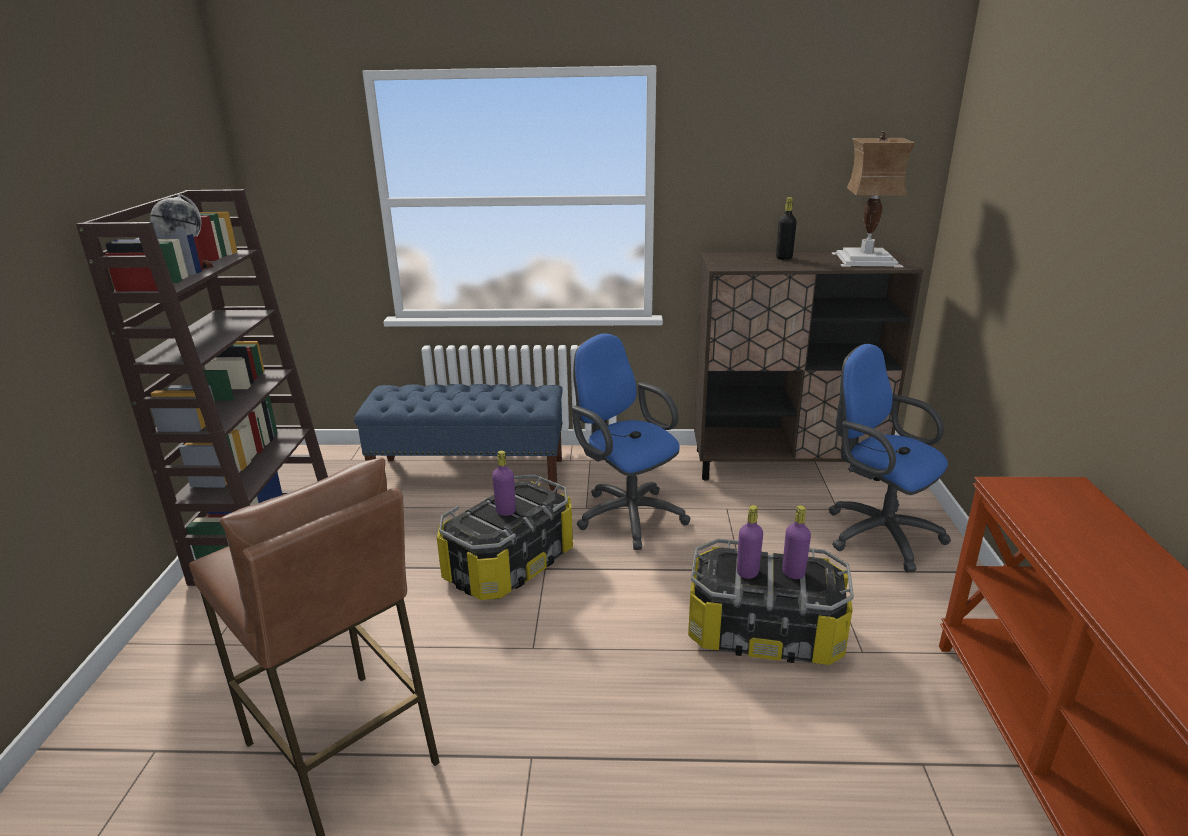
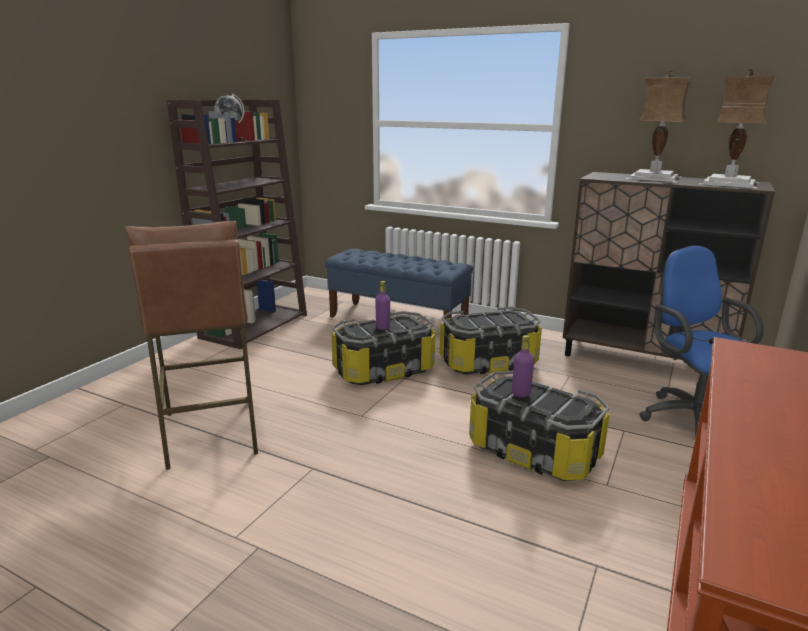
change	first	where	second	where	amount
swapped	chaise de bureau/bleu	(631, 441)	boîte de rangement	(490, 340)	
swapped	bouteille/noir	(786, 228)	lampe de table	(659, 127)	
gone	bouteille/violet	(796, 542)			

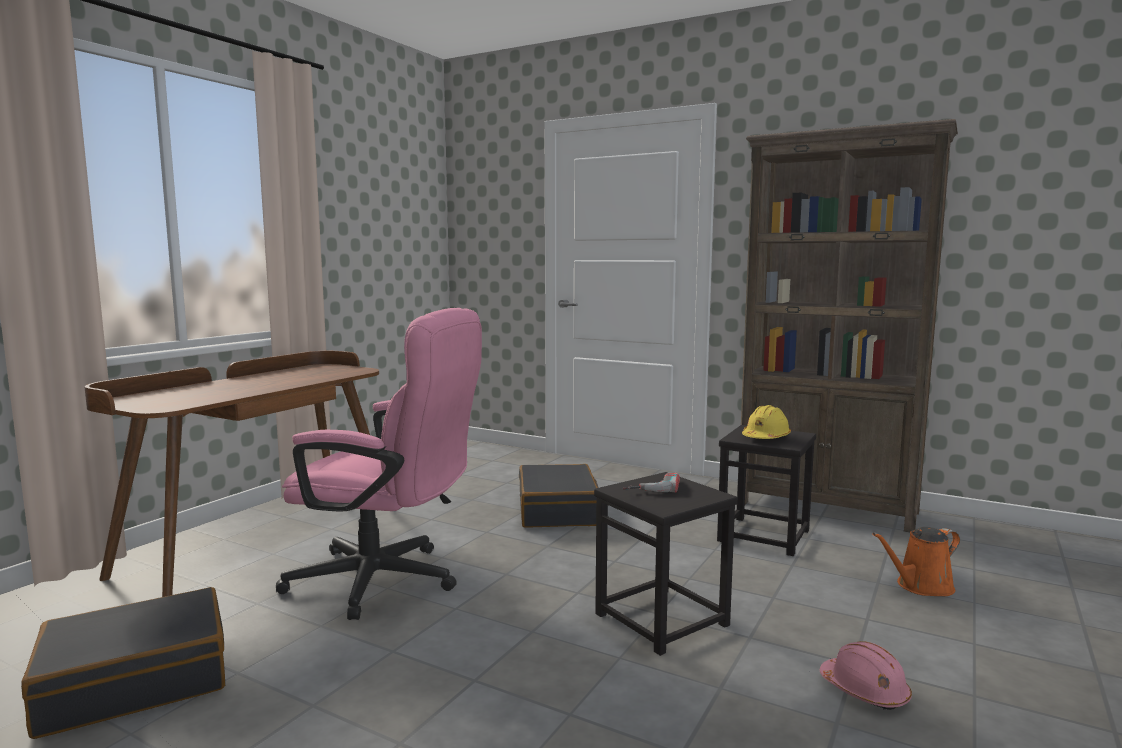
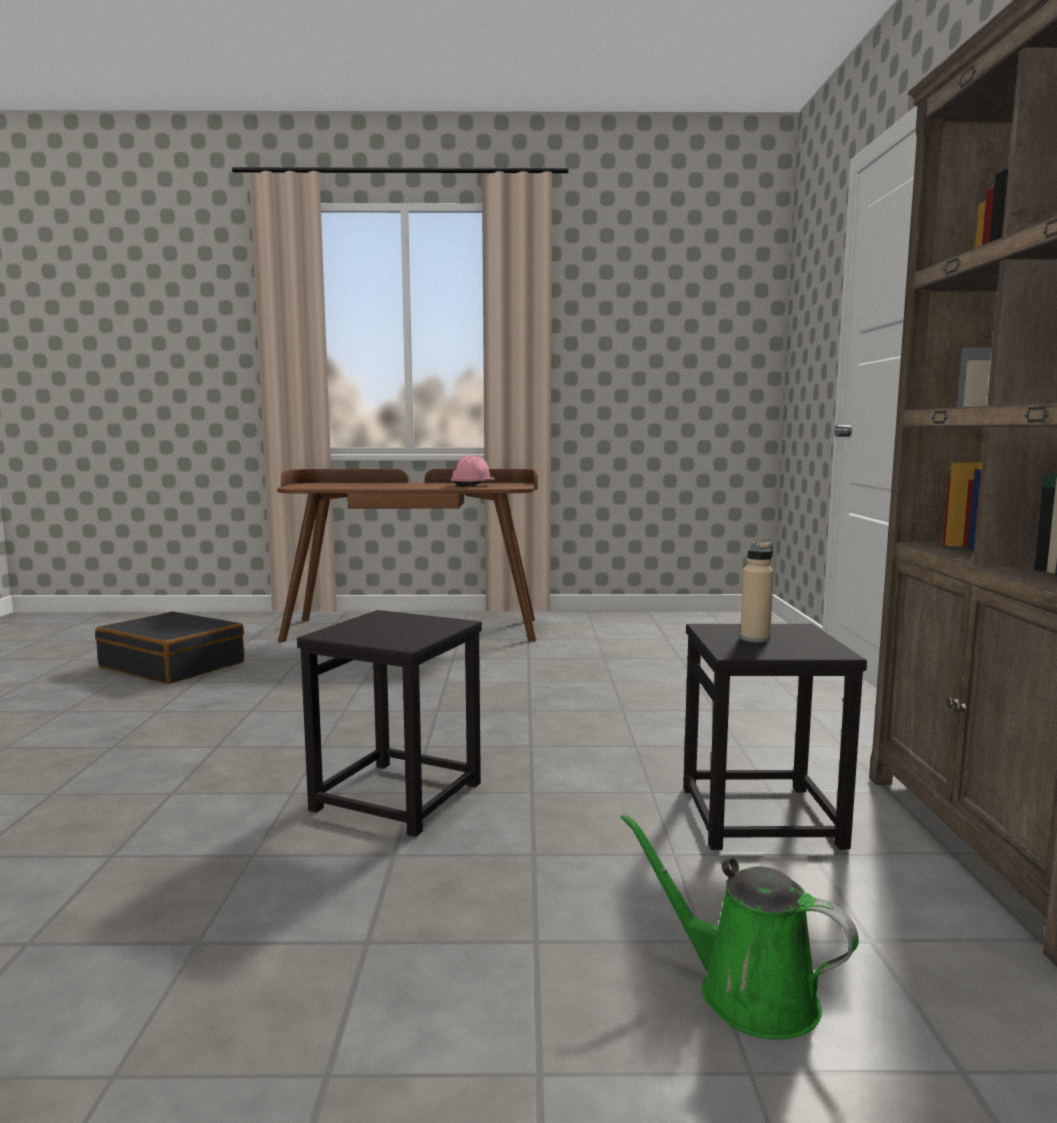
change	first	where	second	where	amount
shifted	casque de chantier/rose	(866, 675)		(472, 471)	
repainted	arrosoir/orange	(916, 561)	arrosoir/vert	(739, 926)	
swapped	casque de chantier/jaune	(766, 422)	bouteille/beige	(757, 592)	
gone	chaise de bureau/rose	(379, 464)			
gone	valise/noir	(559, 496)			
gone	perceuse	(651, 482)			

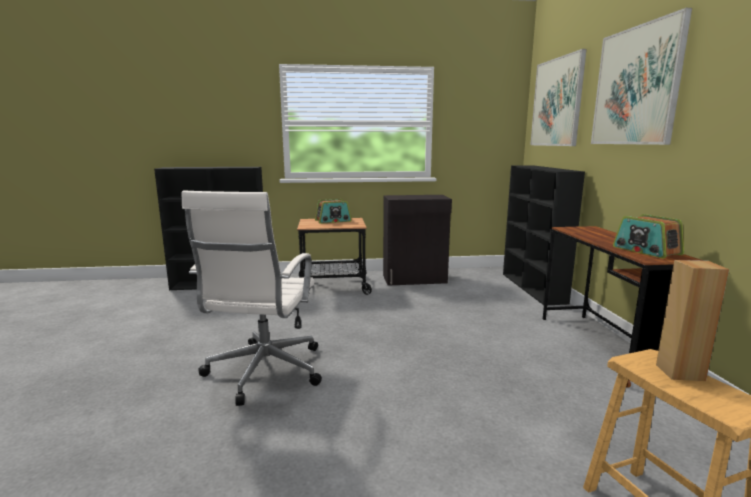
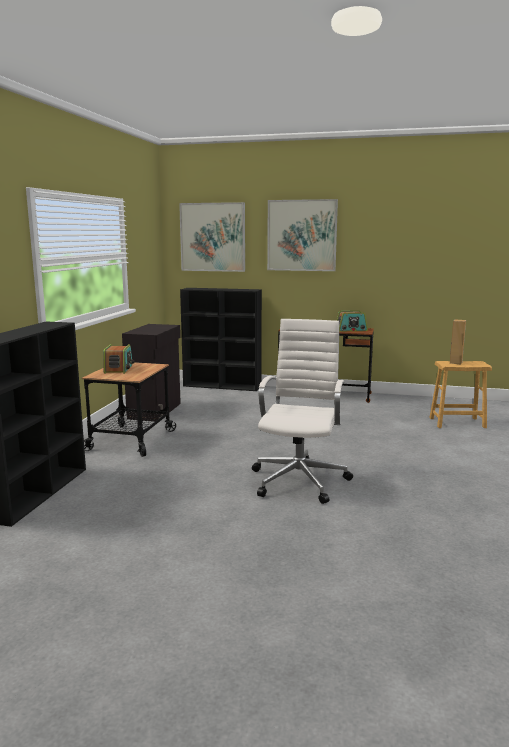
change	first	where	second	where	amount
rotated	chaise de bureau/blanc	(251, 298)		(302, 411)	105 degrees counterclockwise

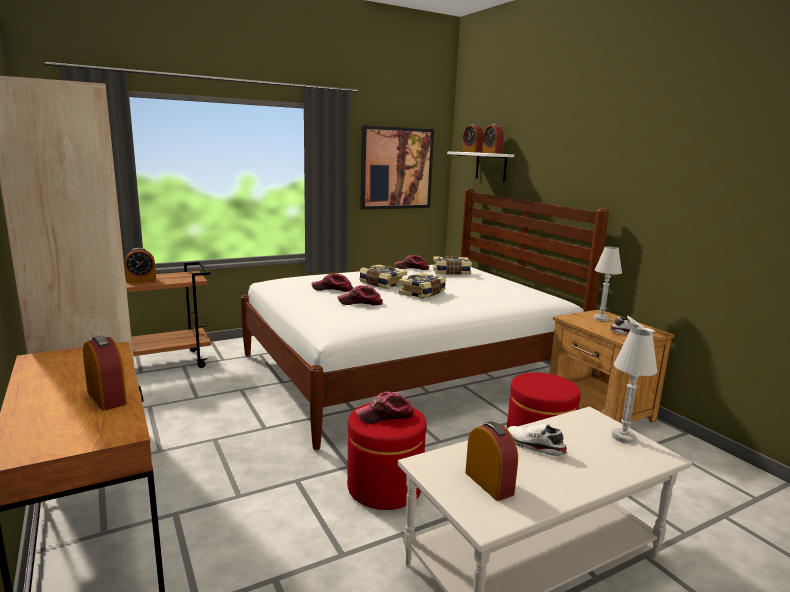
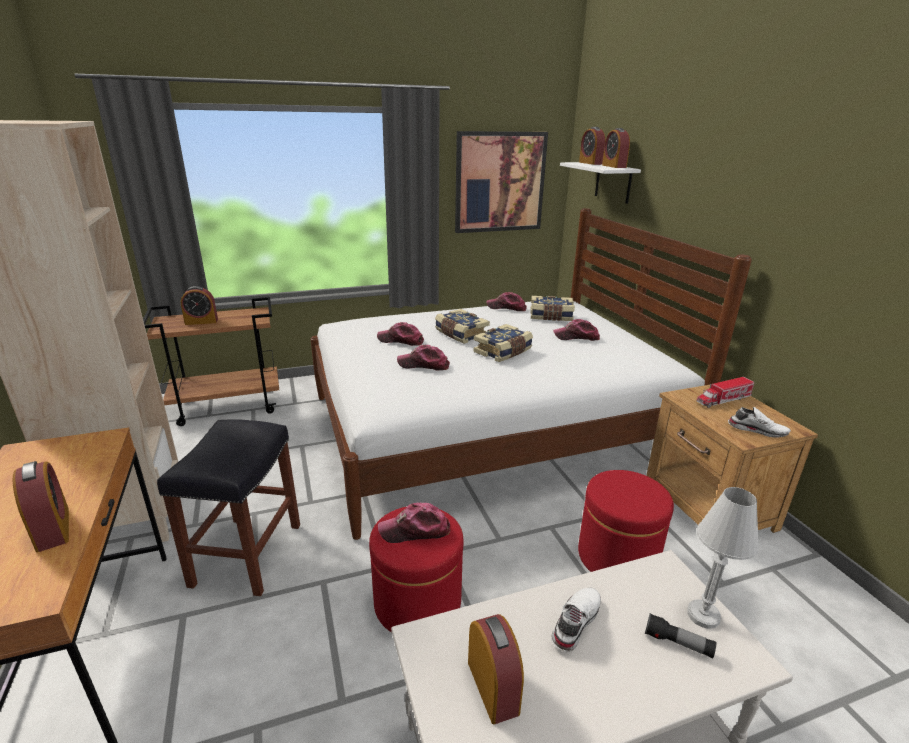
change	first	where	second	where	amount
new			tabouret/noir	(228, 507)	
rotated	chaussure/blanc	(537, 440)		(576, 620)	75 degrees clockwise
new			casquette	(576, 330)	
new			lampe de poche	(680, 635)	
swapped	lampe de table/blanc	(608, 284)	camion jouet	(725, 392)	

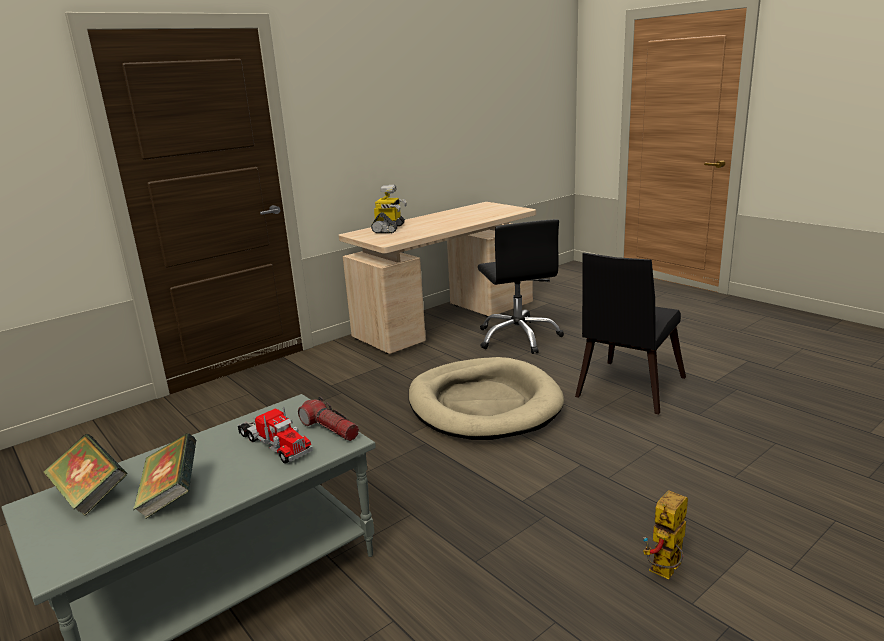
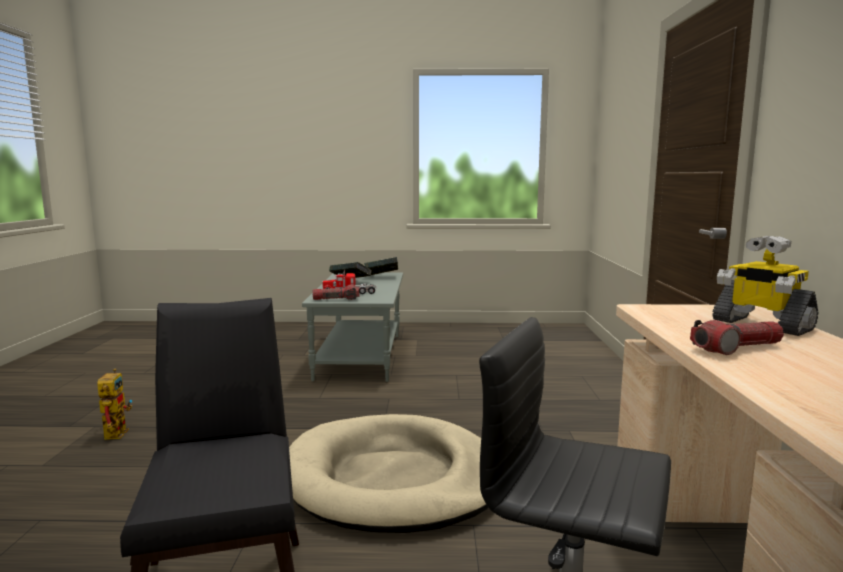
change	first	where	second	where	amount
new			lampe de poche	(737, 337)	

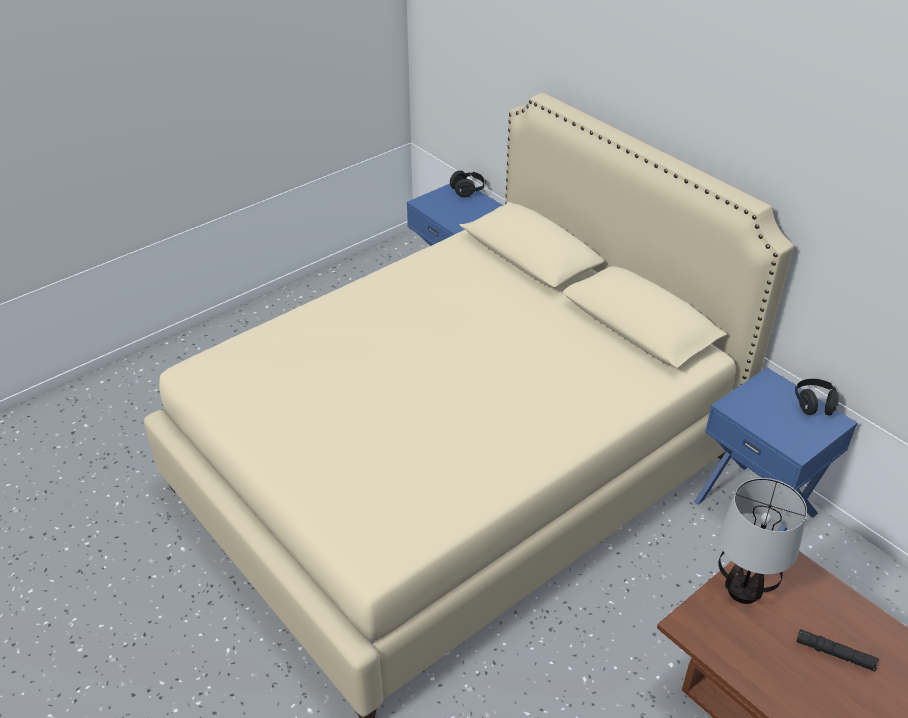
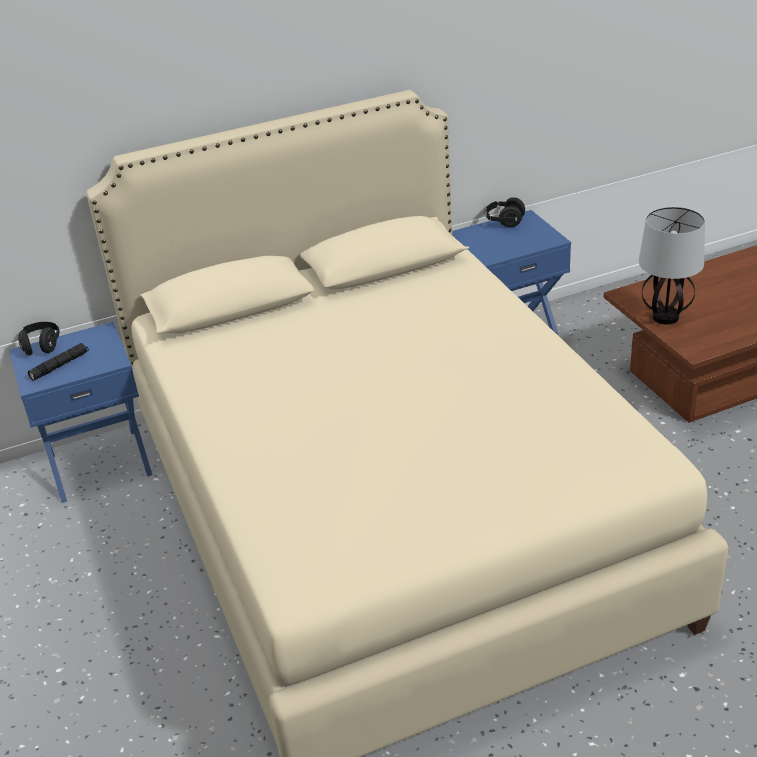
change	first	where	second	where	amount
shifted	lampe de poche/noir	(838, 650)		(58, 362)	

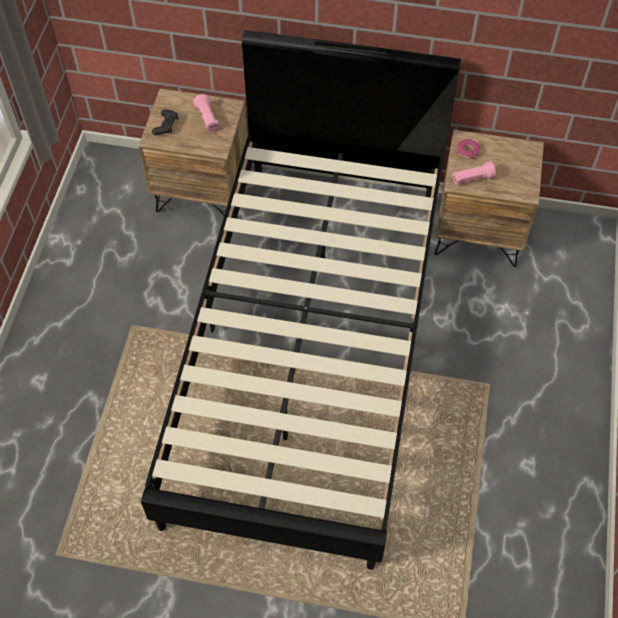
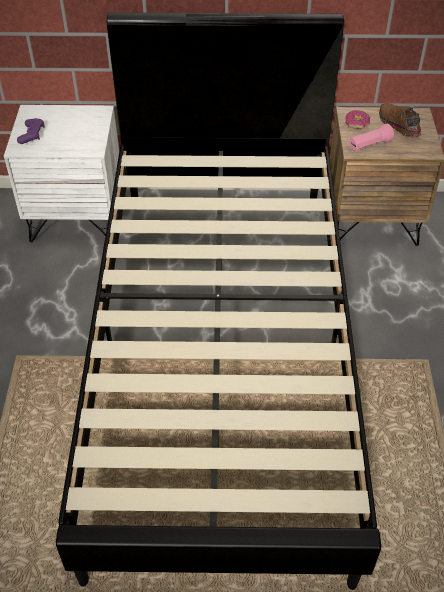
change	first	where	second	where	amount
repainted	table de chevet/marron	(193, 152)	table de chevet/blanc	(61, 173)	
repainted	manette/noir	(165, 122)	manette/violet	(31, 131)	
new			chaussure/marron	(400, 120)	
gone	lampe de poche/rose	(206, 112)			

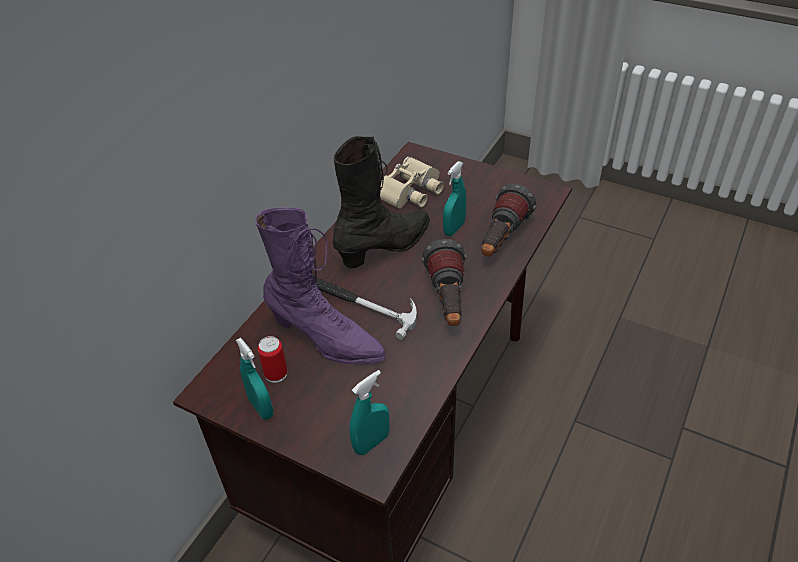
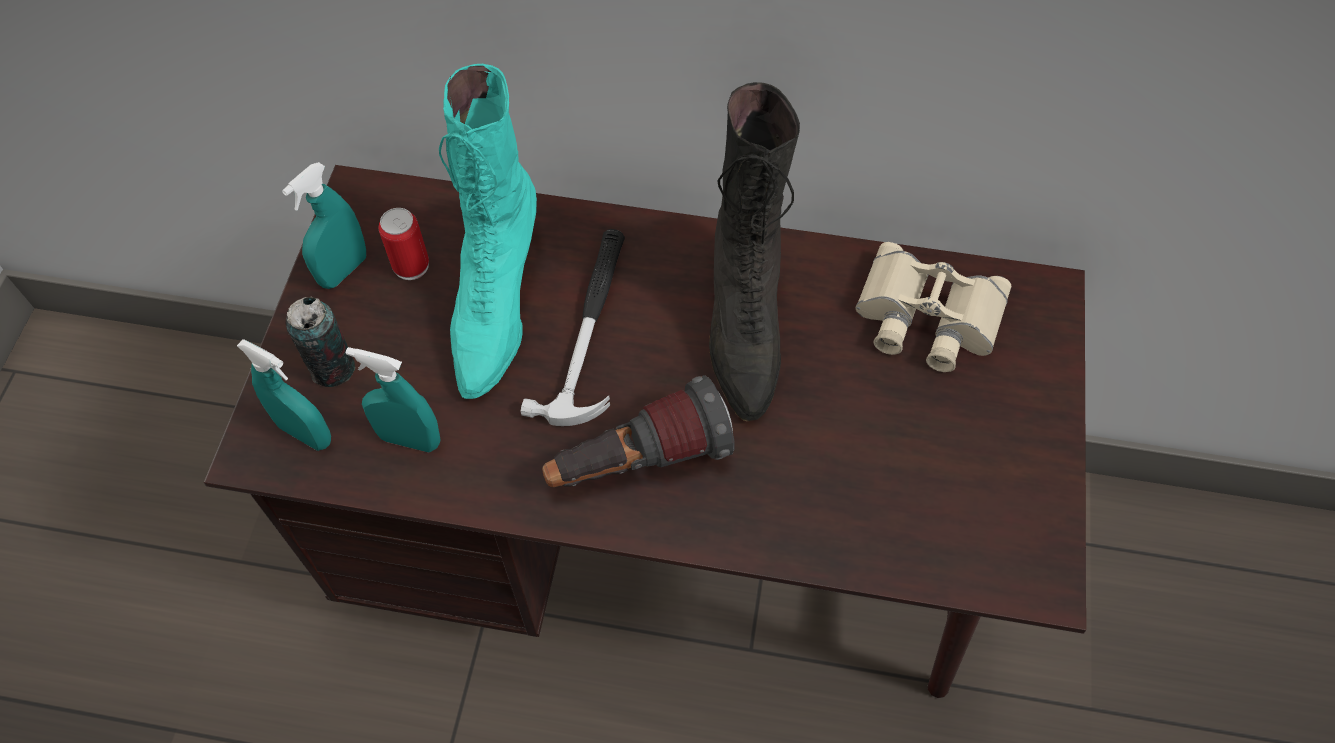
change	first	where	second	where	amount
new			boîte métallique	(320, 342)	
shifted	vaporisateur/turquoise	(454, 198)		(393, 400)	
repainted	botte/violet	(320, 285)	botte/turquoise	(488, 231)	
rotated	botte/noir	(381, 202)		(754, 251)	60 degrees clockwise
gone	lampe de poche	(508, 220)			

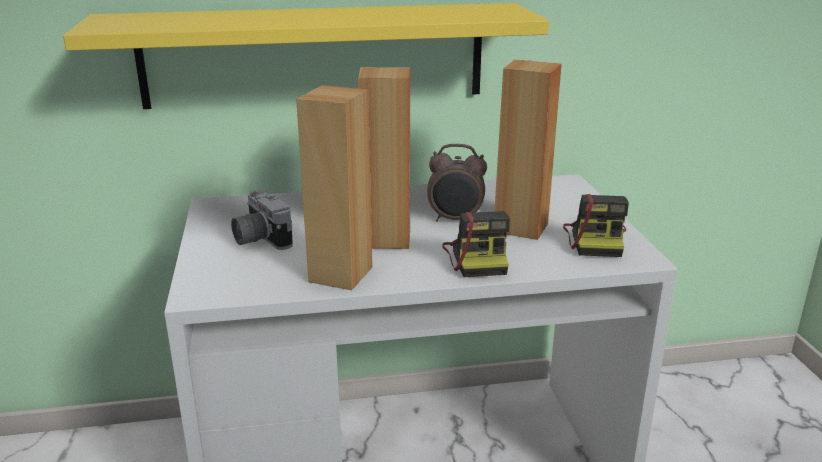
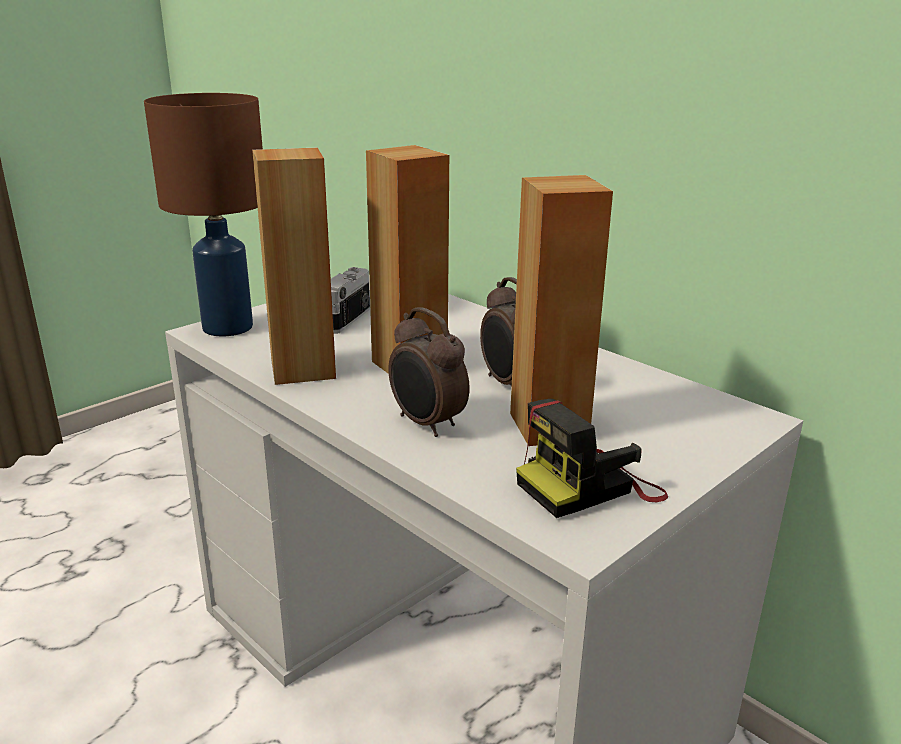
change	first	where	second	where	amount
new			lampe de table/marron	(203, 214)	
swapped	appareil photo	(476, 244)	réveil	(429, 372)	
gone	étagère/jaune	(306, 56)			

